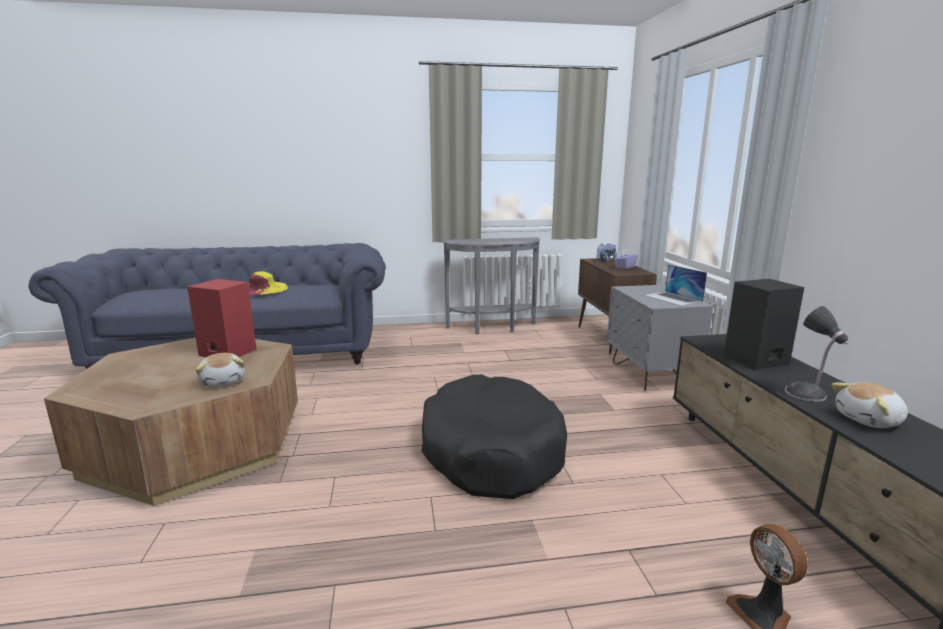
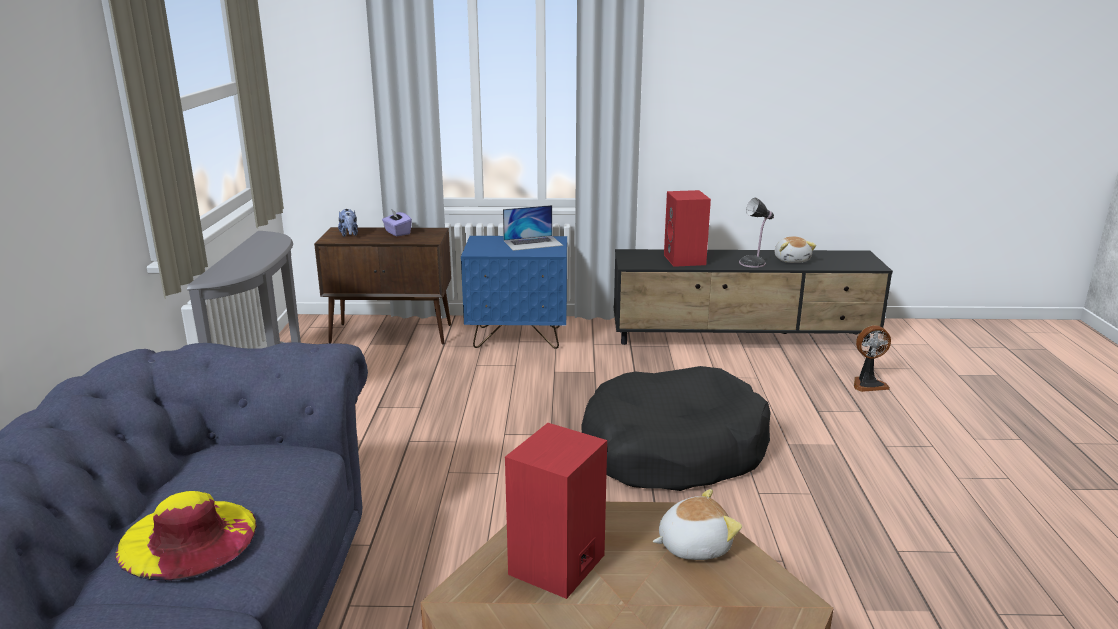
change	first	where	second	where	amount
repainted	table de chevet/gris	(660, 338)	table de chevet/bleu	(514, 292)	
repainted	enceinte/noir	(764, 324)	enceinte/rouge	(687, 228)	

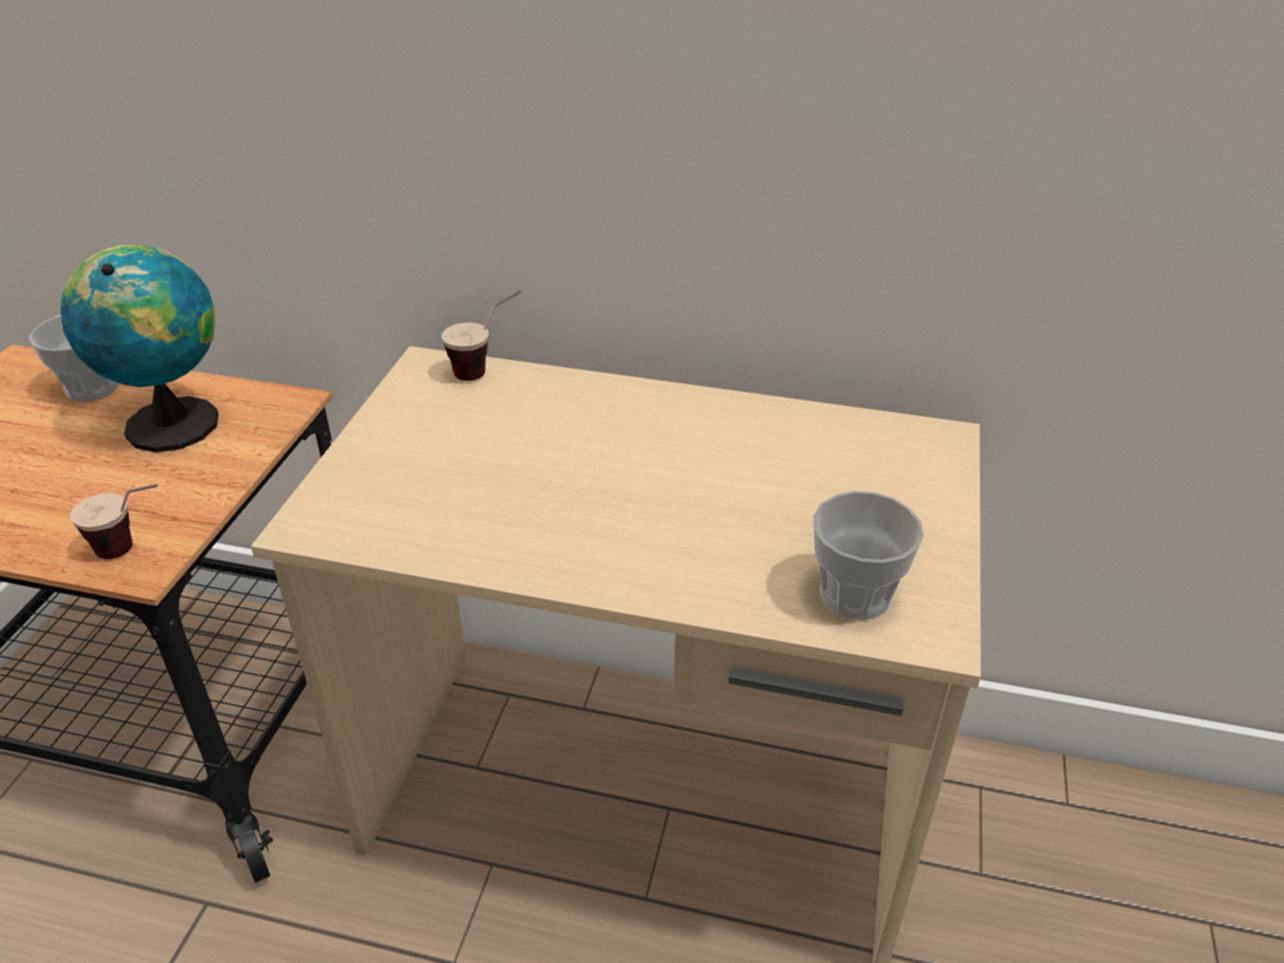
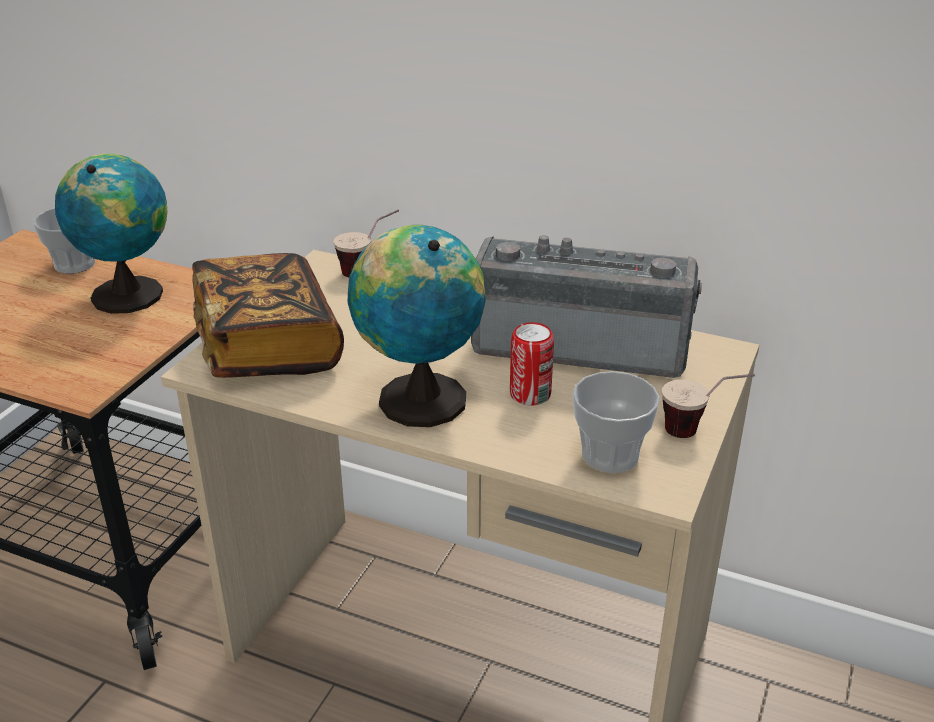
change	first	where	second	where	amount
new			livre	(268, 315)	
new			globe	(417, 326)	
new			radio	(586, 306)	
new			boîte métallique	(532, 363)	
shifted	tasse	(114, 521)		(708, 406)	

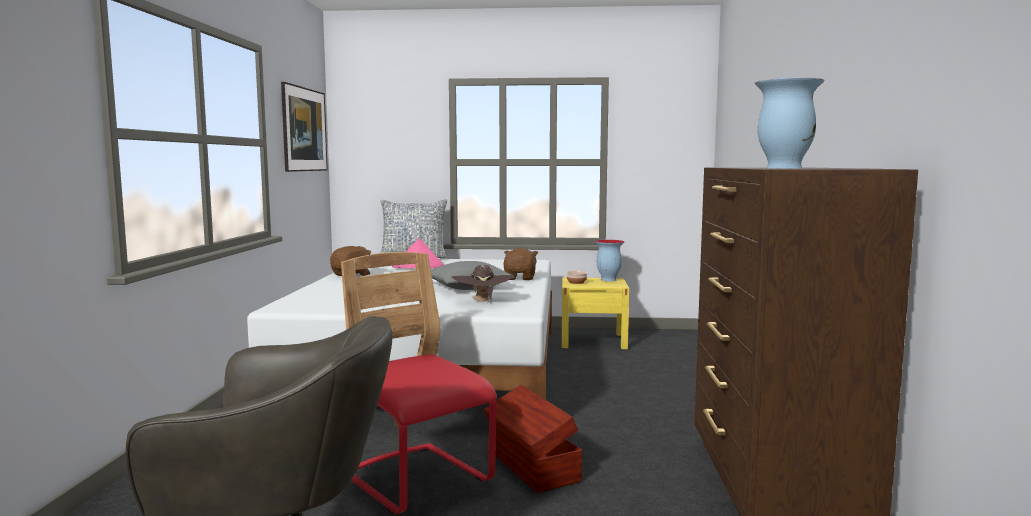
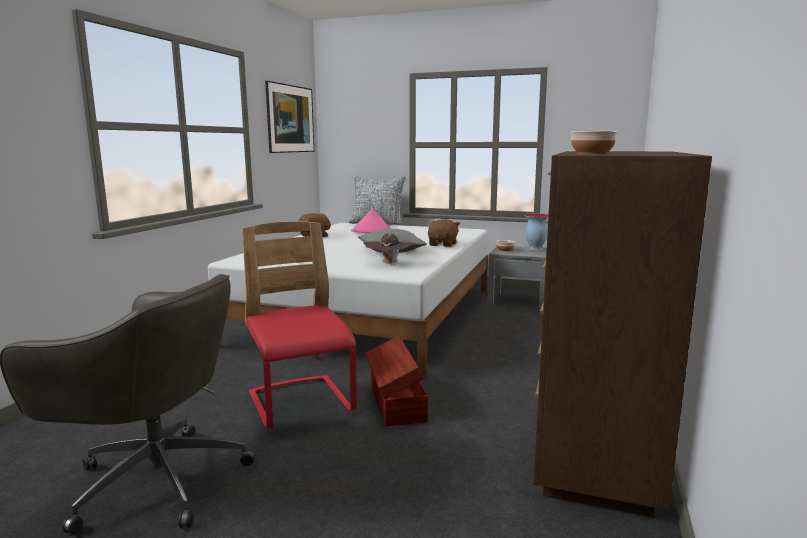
change	first	where	second	where	amount
repainted	table de chevet/jaune	(595, 313)	table de chevet/gris	(517, 278)	
swapped	vase	(789, 122)	bol	(594, 142)	

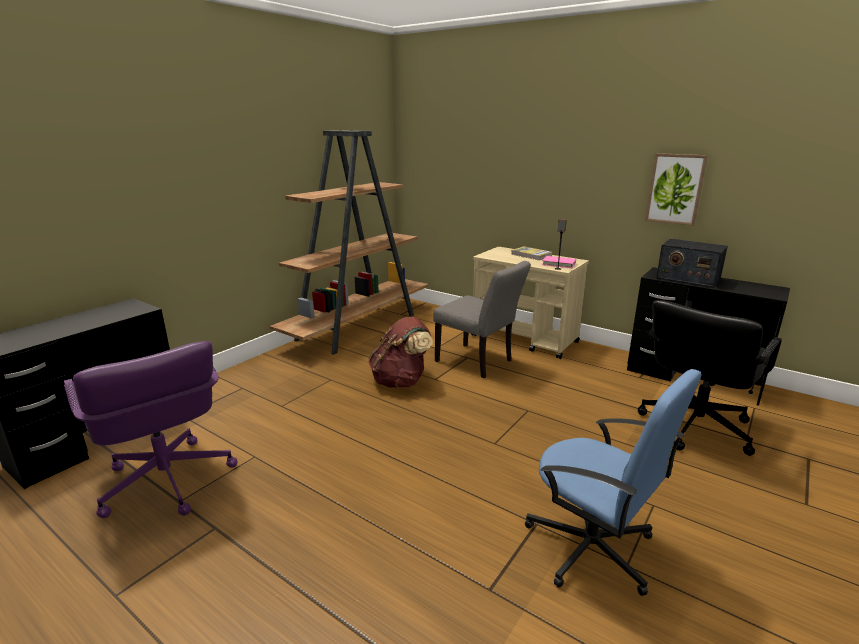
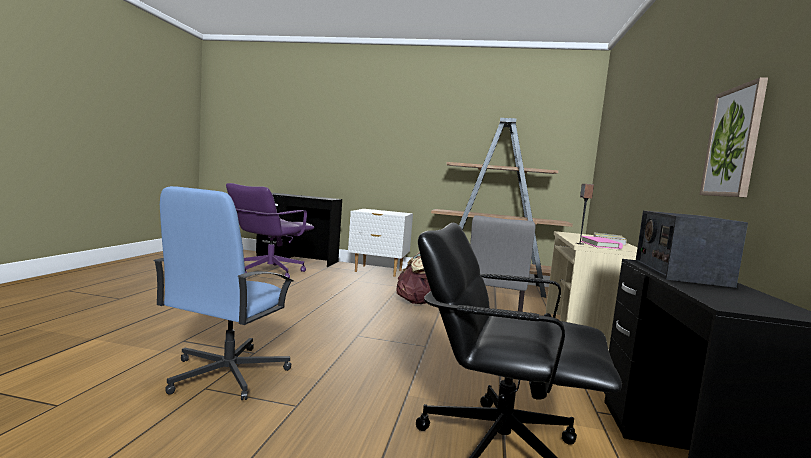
change	first	where	second	where	amount
new			table de chevet/blanc	(380, 243)	

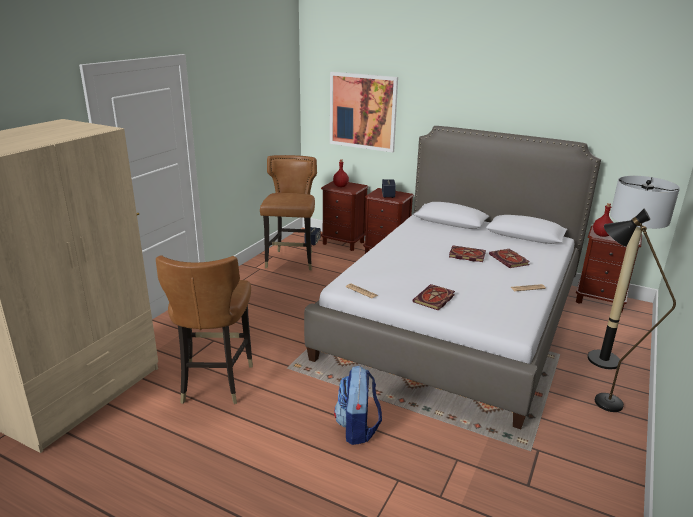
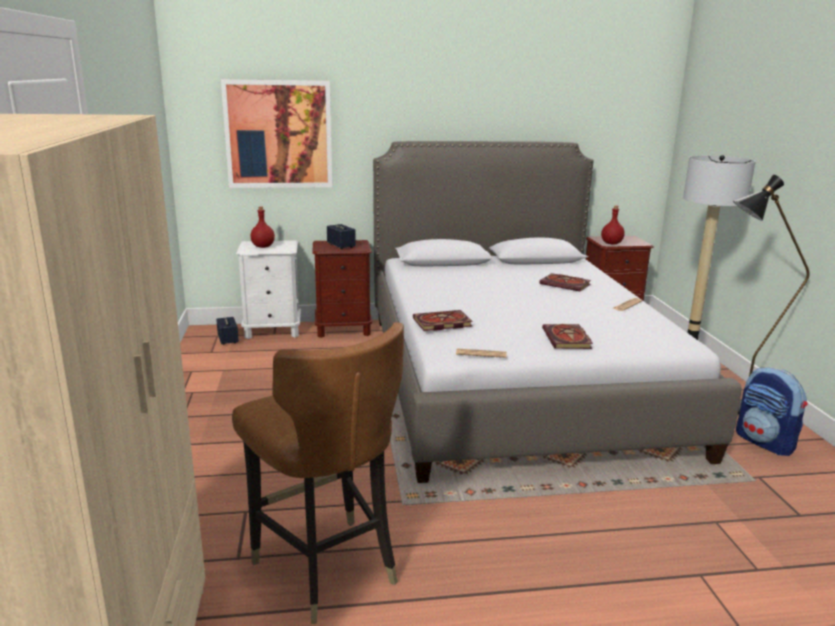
change	first	where	second	where	amount
repainted	table de chevet/marron	(345, 216)	table de chevet/blanc	(268, 289)	
shifted	livre	(467, 253)		(443, 320)	
shifted	sac à dos	(358, 405)		(772, 411)	
gone	chaise/marron	(288, 212)			

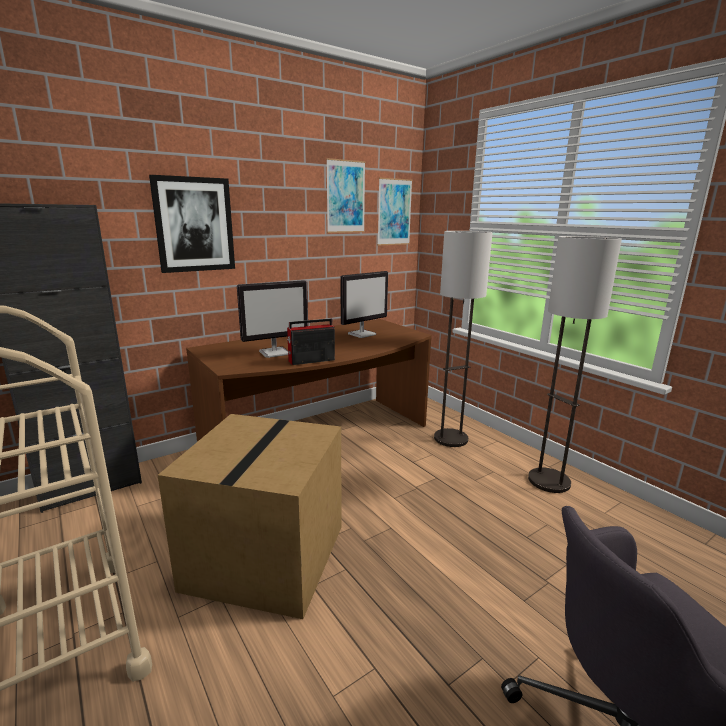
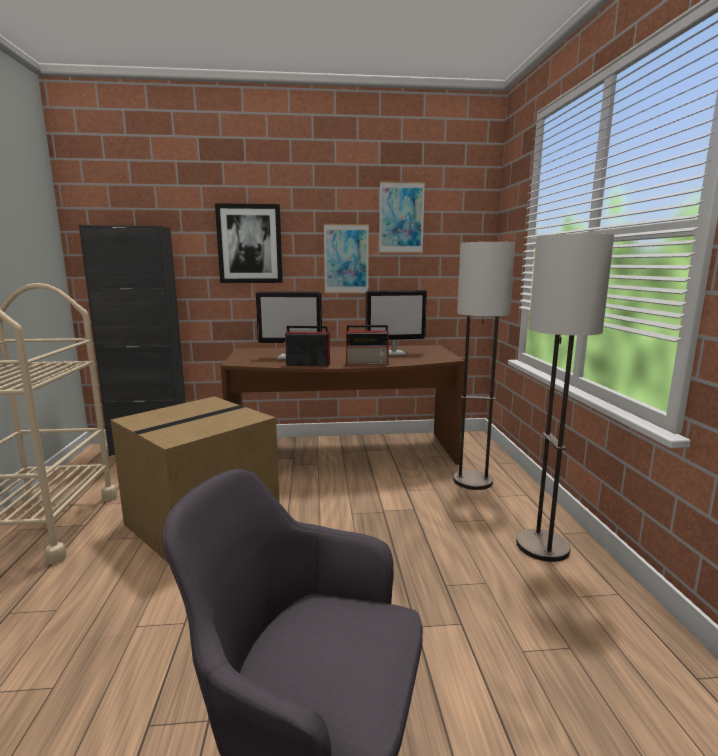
change	first	where	second	where	amount
shifted	tableau	(395, 211)		(346, 259)	
new			radio	(368, 345)	

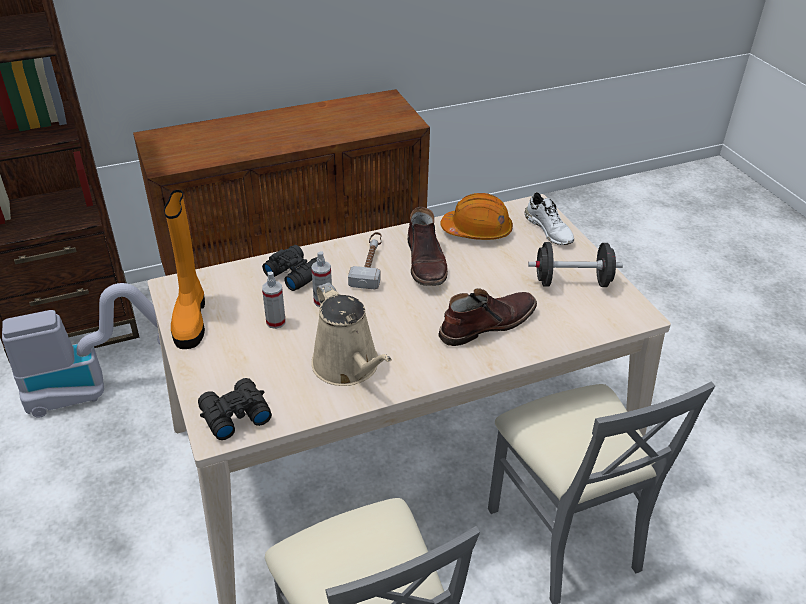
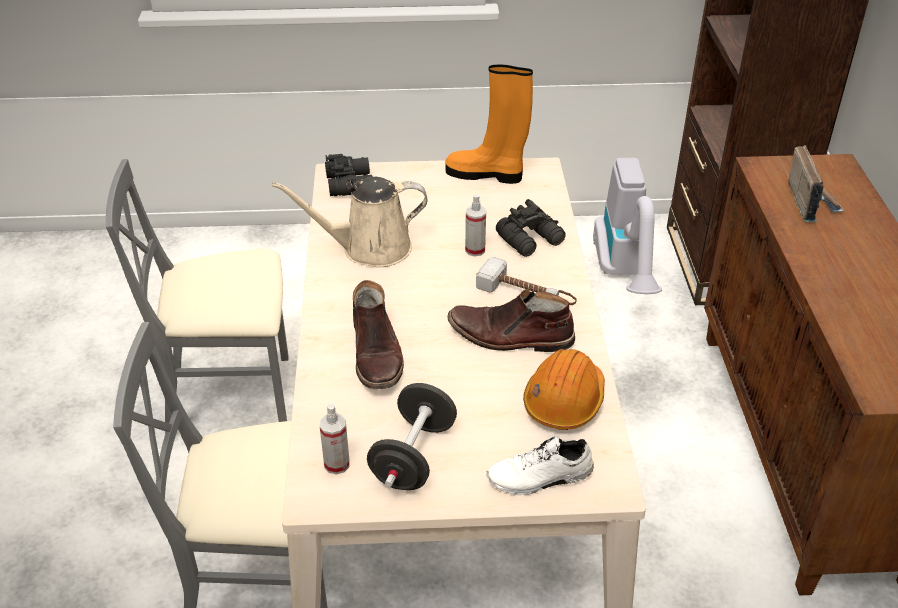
change	first	where	second	where	amount
shifted	vaporisateur	(274, 300)		(335, 439)	
new			radio	(816, 183)	

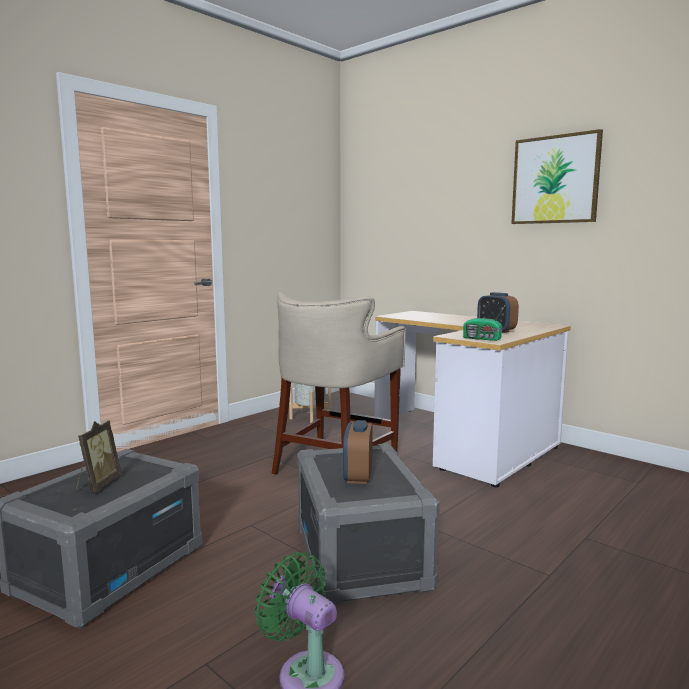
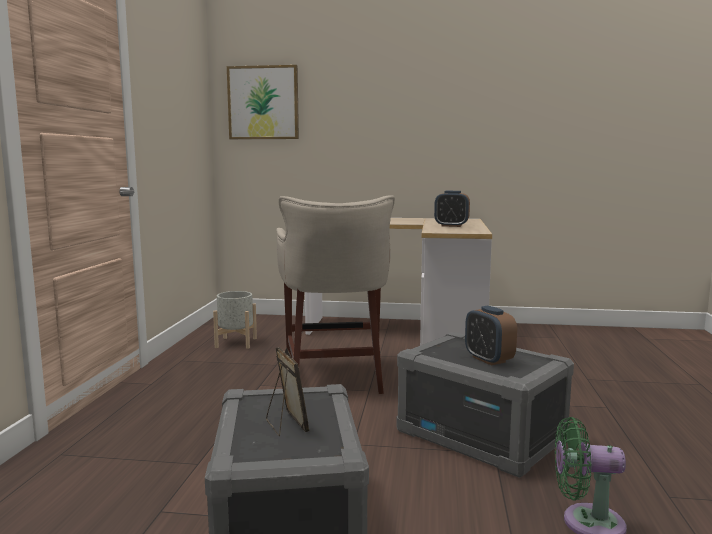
change	first	where	second	where	amount
shifted	tableau	(557, 176)		(263, 102)	
gone	radio	(484, 322)			

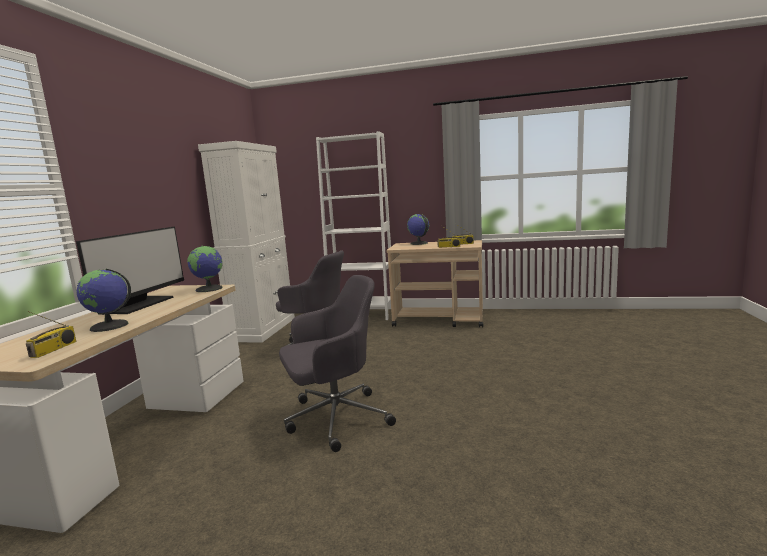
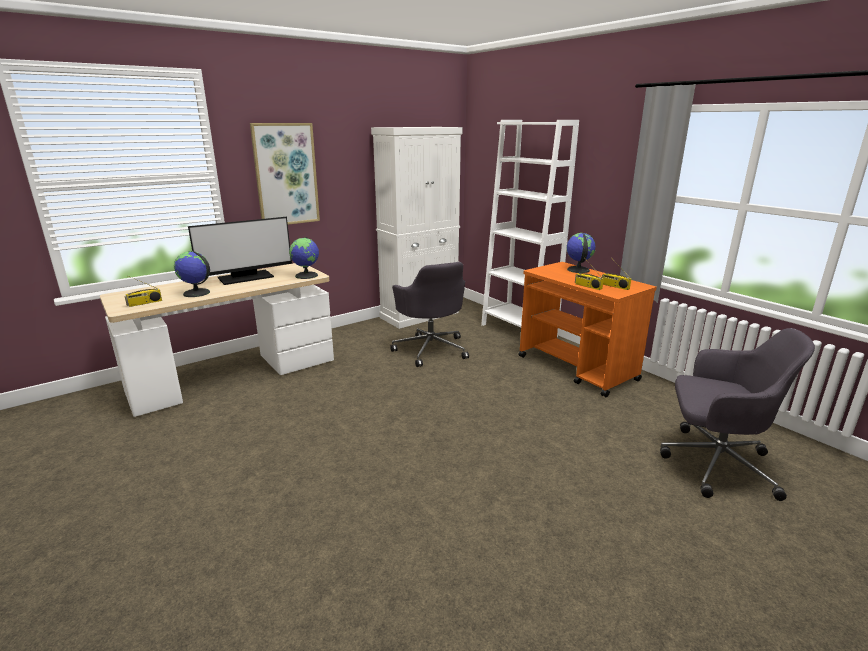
change	first	where	second	where	amount
new			tableau	(285, 174)	
repainted	chariot/beige	(435, 283)	chariot/orange	(587, 329)	
shifted	chaise de bureau/gris	(337, 363)		(737, 414)	

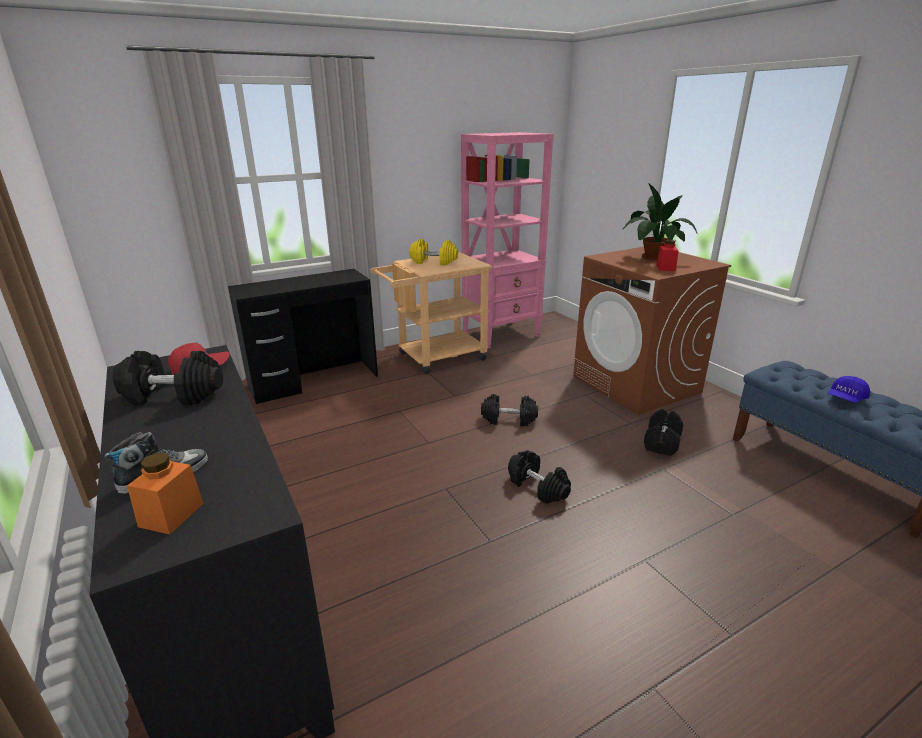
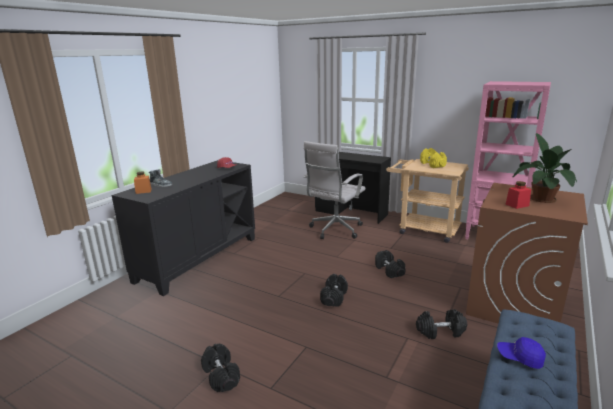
change	first	where	second	where	amount
shifted	haltère/noir	(168, 378)		(220, 368)	
new			chaise de bureau/blanc	(334, 190)	

